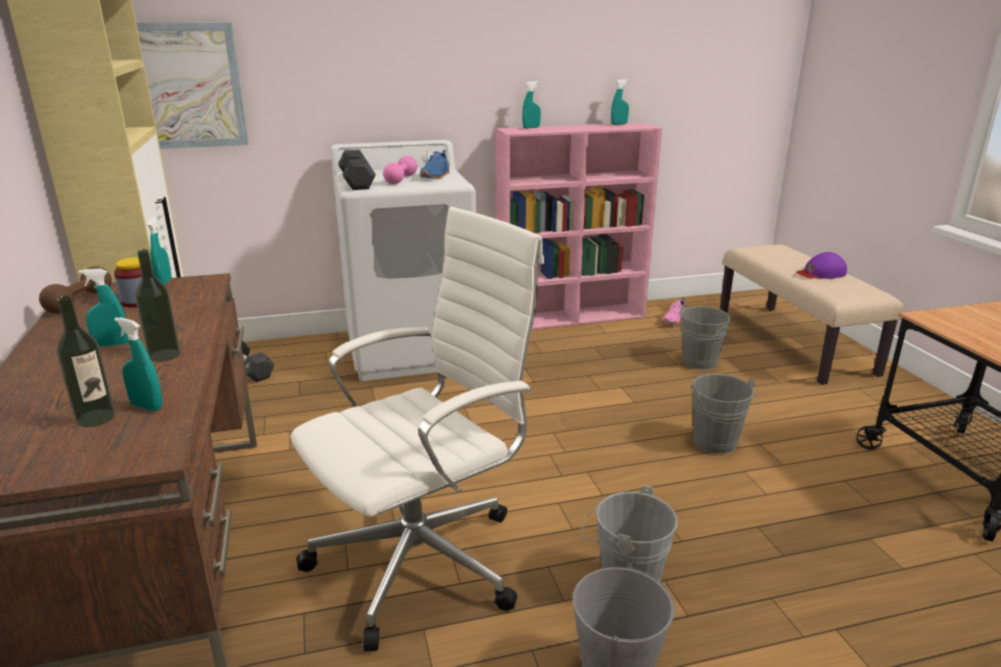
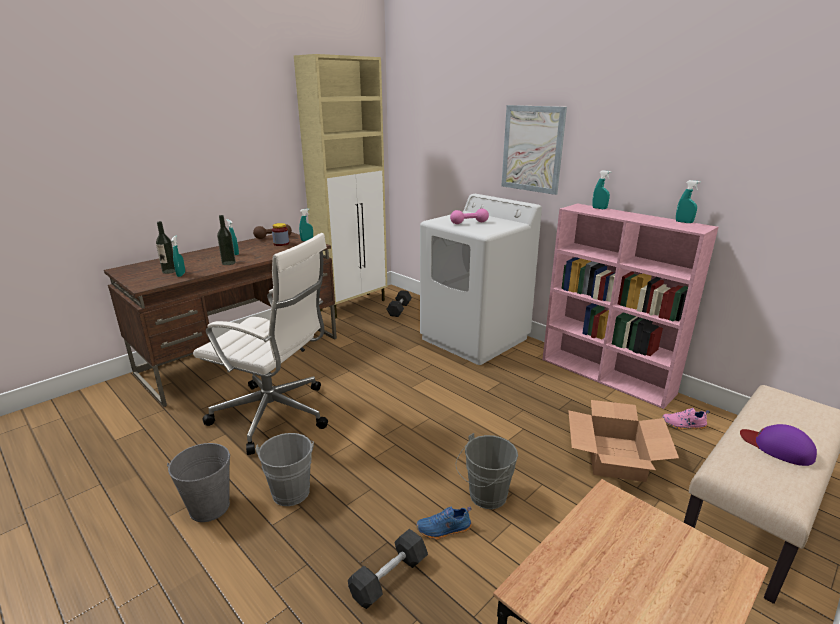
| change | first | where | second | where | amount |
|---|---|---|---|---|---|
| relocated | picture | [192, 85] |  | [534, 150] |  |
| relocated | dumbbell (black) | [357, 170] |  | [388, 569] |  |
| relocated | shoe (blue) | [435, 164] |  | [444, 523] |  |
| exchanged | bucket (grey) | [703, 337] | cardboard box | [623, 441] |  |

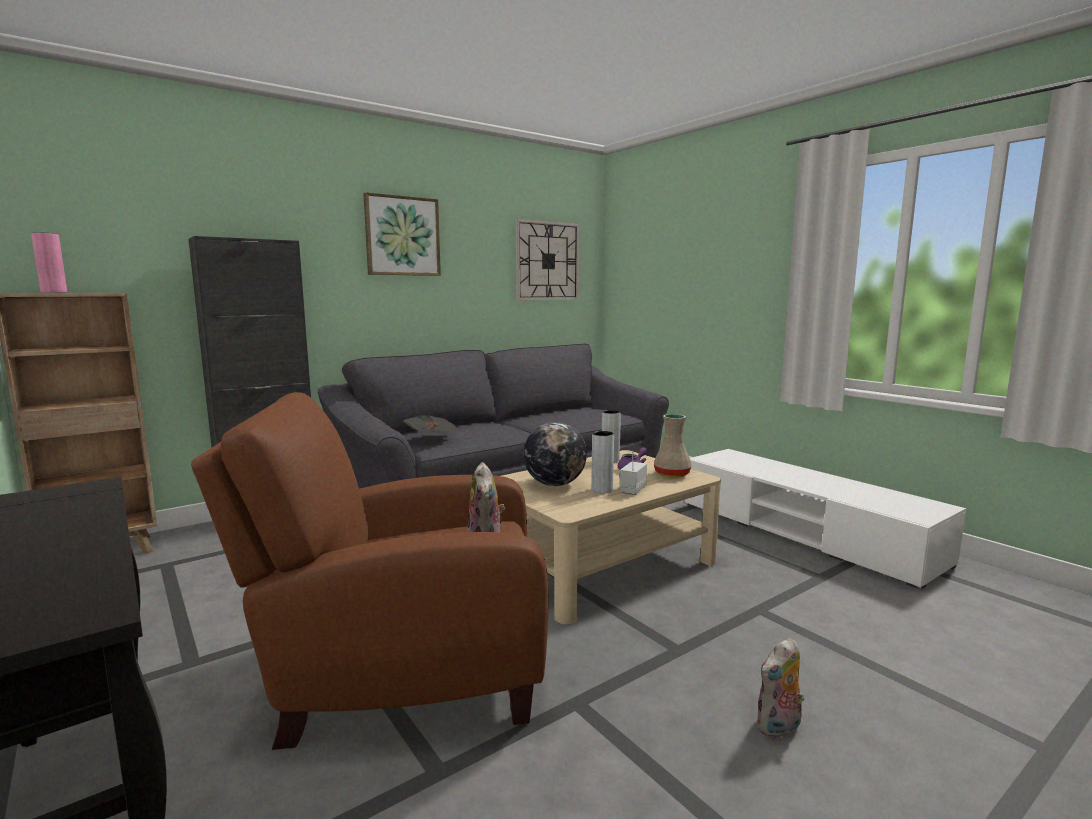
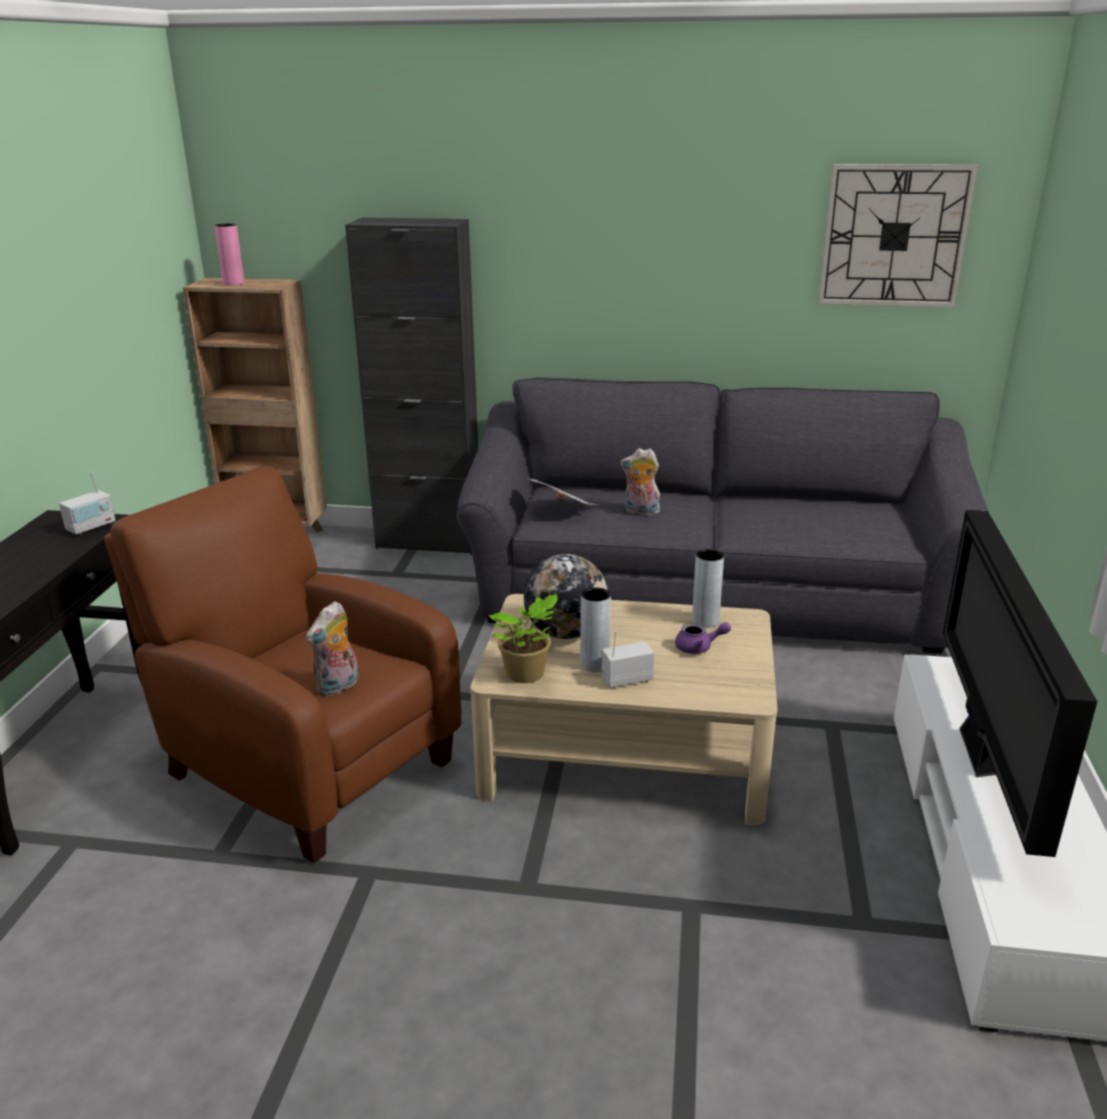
| change | first | where | second | where | amount |
|---|---|---|---|---|---|
| missing | picture | [402, 234] |  |  |  |
| missing | vase (beige) | [672, 446] |  |  |  |
| relocated | plush toy | [780, 688] |  | [640, 482] |  |
| appeared |  |  | radio | [87, 503] |  |
| appeared |  |  | television | [1020, 683] |  |
| appeared |  |  | potted plant | [523, 638] |  |

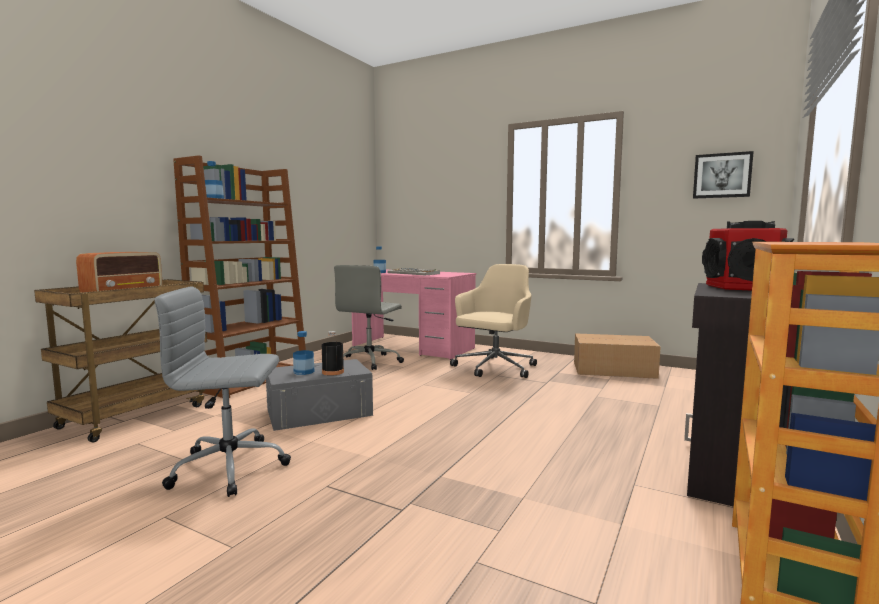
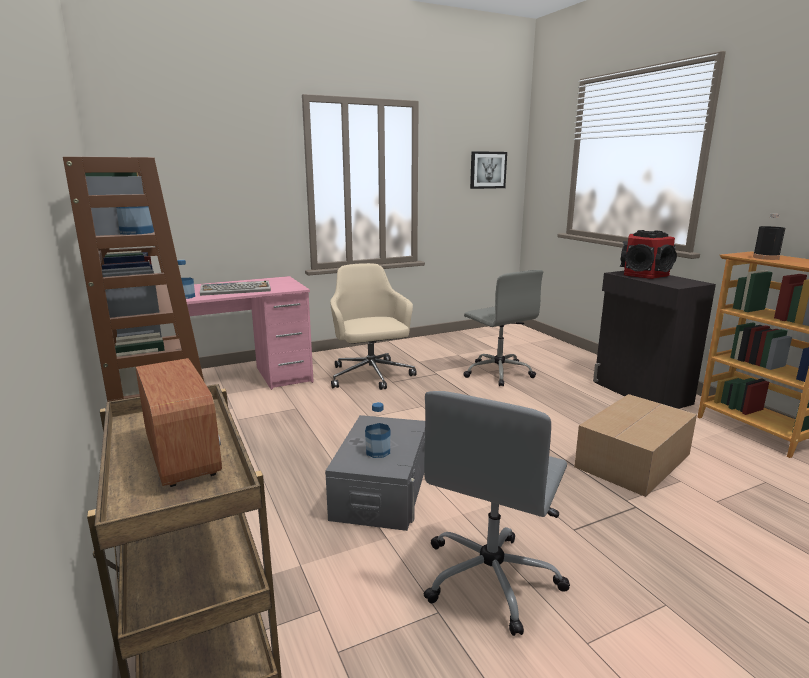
| change | first | where | second | where | amount |
|---|---|---|---|---|---|
| relocated | office chair (grey) | [369, 317] |  | [503, 328] |  |
| relocated | bottle (black) | [333, 353] |  | [769, 237] |  |
| relocated | cardboard box | [617, 356] |  | [635, 445] |  |

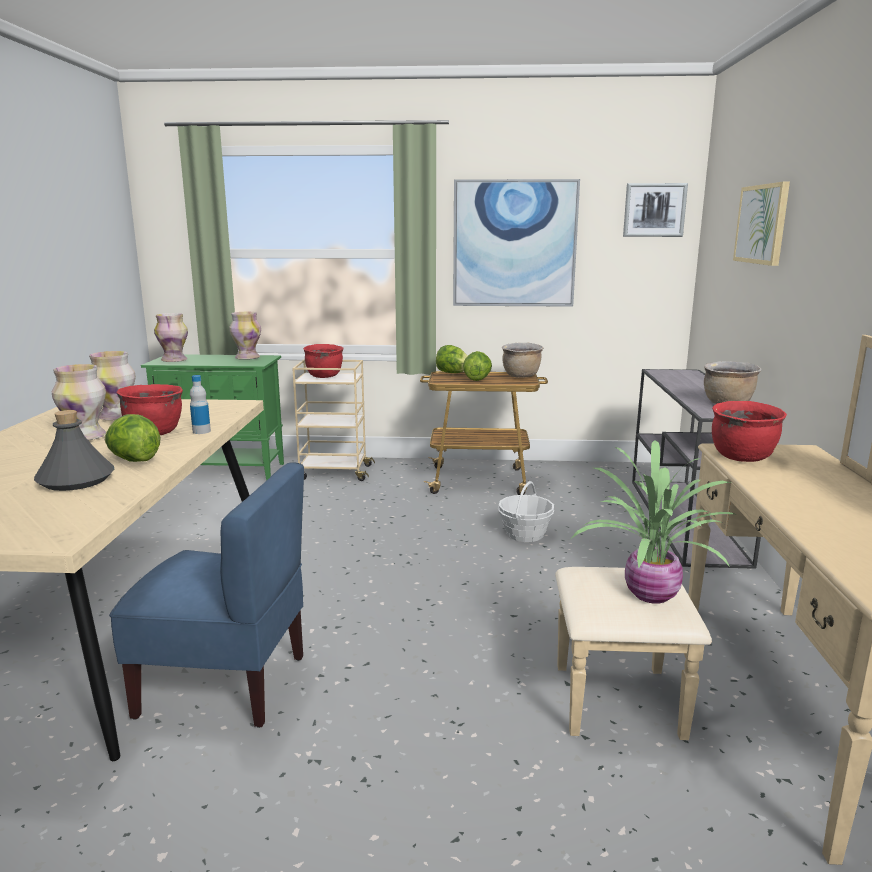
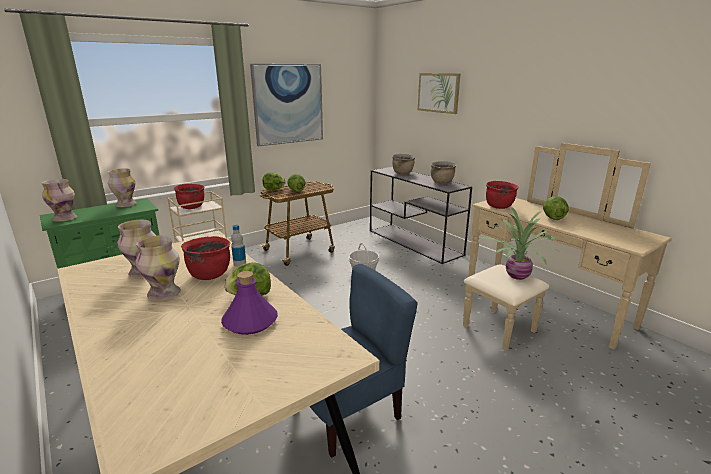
| change | first | where | second | where | amount |
|---|---|---|---|---|---|
| missing | picture | [655, 210] |  |  |  |
| relocated | cooking pot (brown) | [522, 360] |  | [403, 164] |  |
| colour | bottle (grey) | [74, 450] | bottle (purple) | [249, 303] |  |
| appeared |  |  | lettuce | [556, 208] |  |

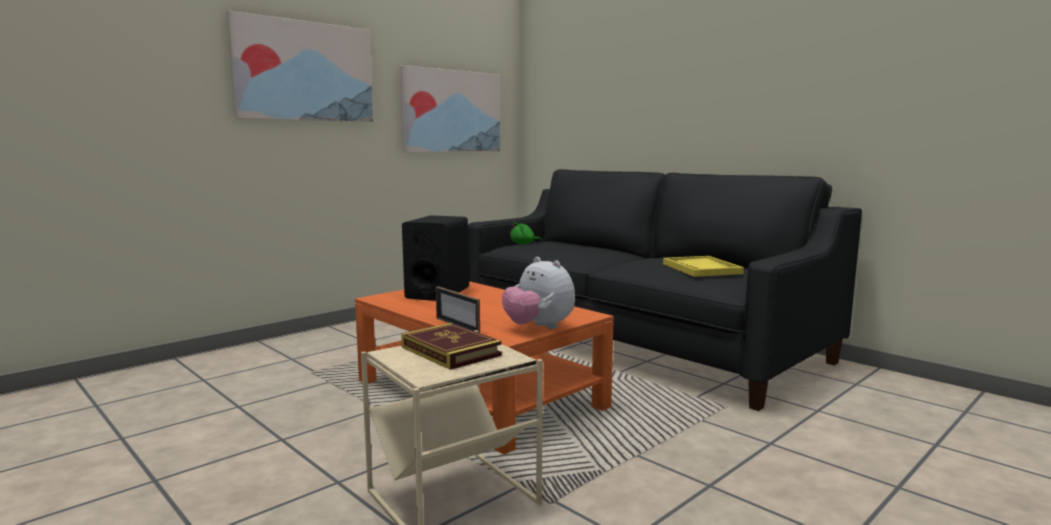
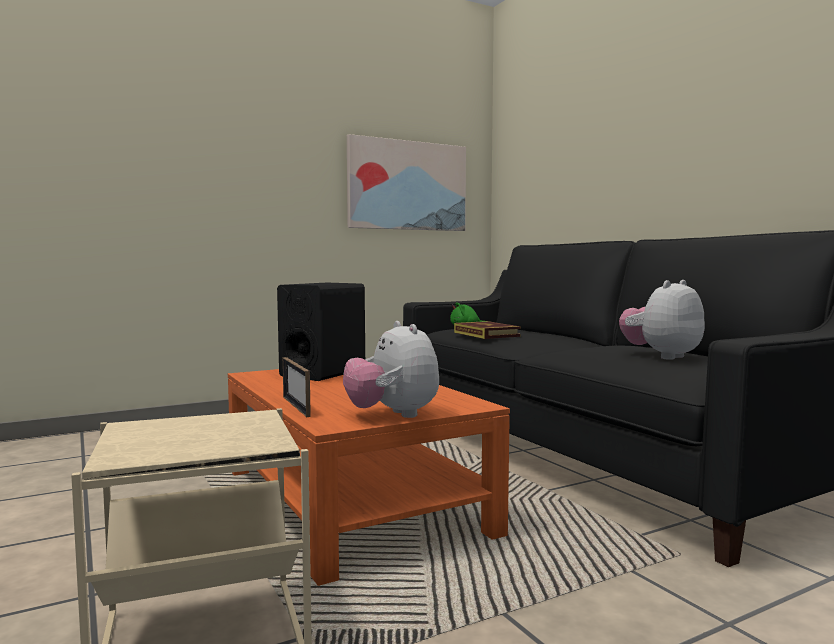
| change | first | where | second | where | amount |
|---|---|---|---|---|---|
| missing | picture | [299, 66] |  |  |  |
| exchanged | tray (yellow) | [703, 266] | plush toy | [662, 320] |  |
| relocated | book | [451, 346] |  | [487, 330] |  |

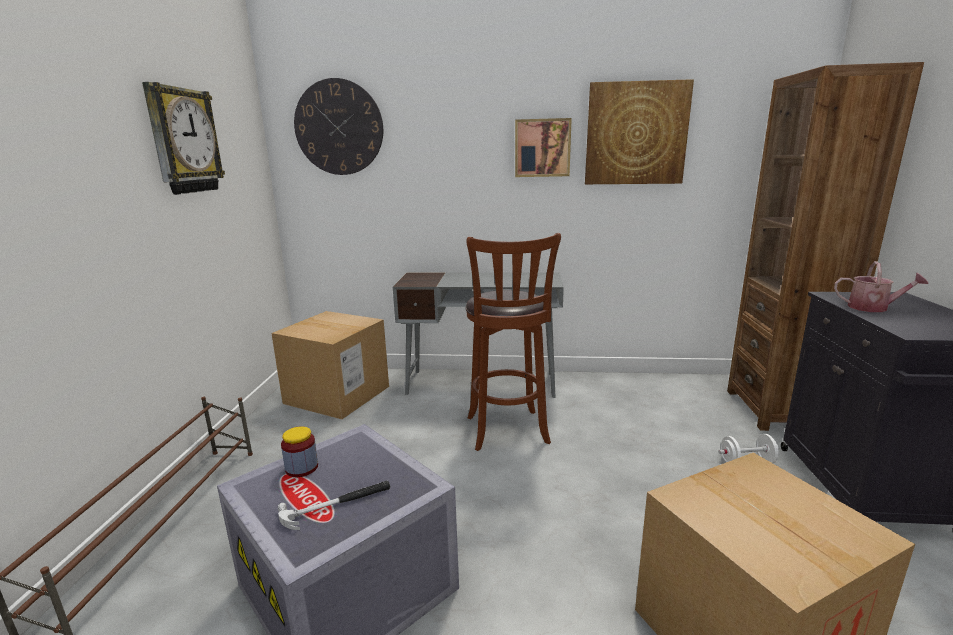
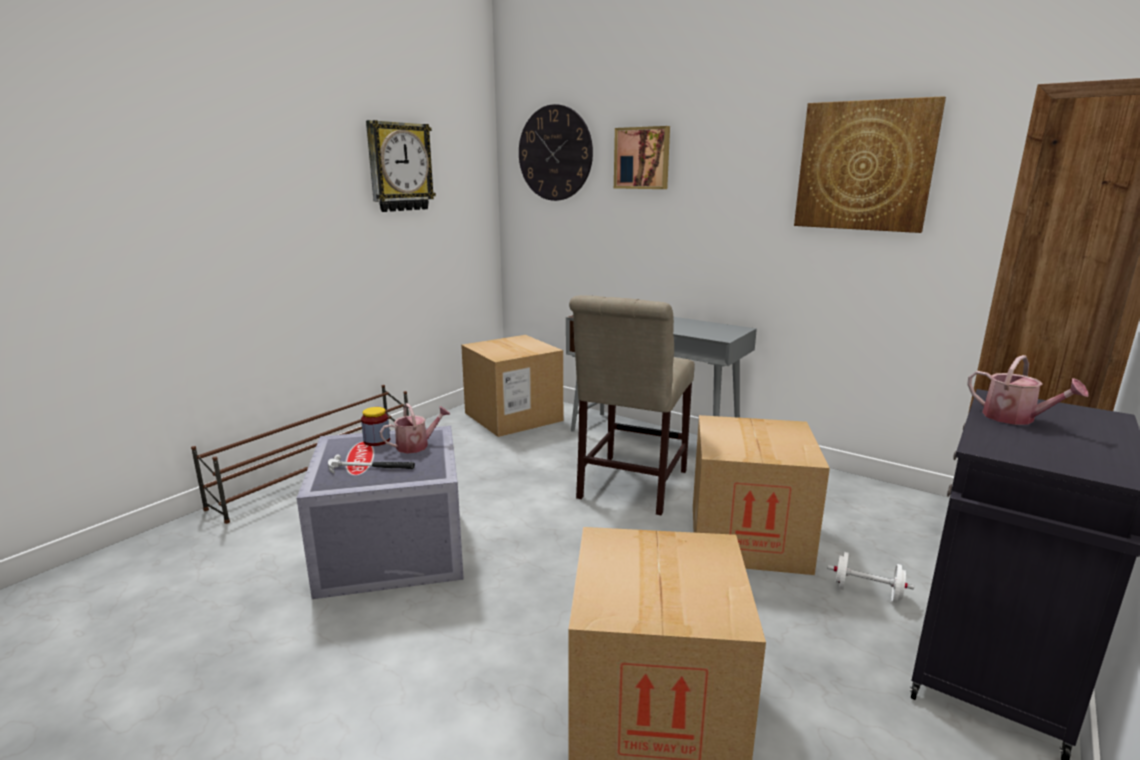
| change | first | where | second | where | amount |
|---|---|---|---|---|---|
| relocated | picture | [543, 147] |  | [642, 157] |  |
| exchanged | stool (brown) | [513, 342] | chair (beige) | [632, 405] |  |
| appeared |  |  | watering can | [415, 428] |  |
| appeared |  |  | cardboard box | [761, 495] |  |

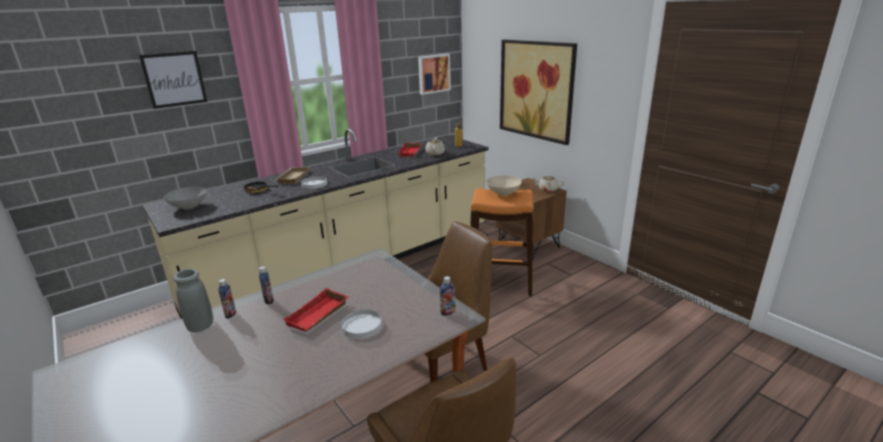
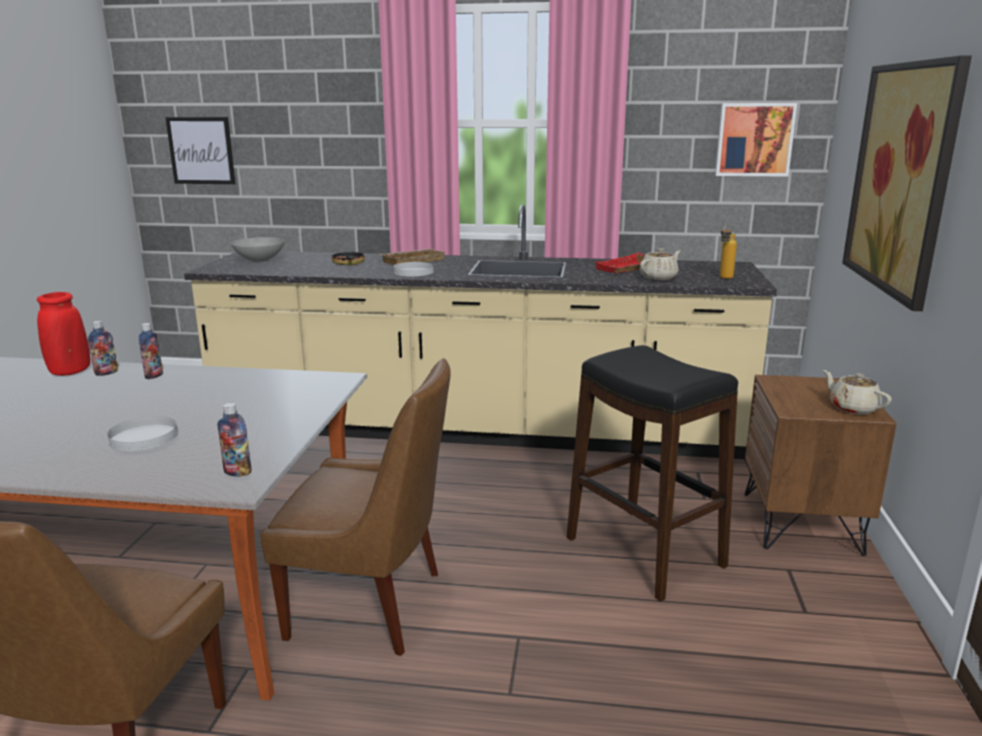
| change | first | where | second | where | amount |
|---|---|---|---|---|---|
| relocated | picture | [173, 80] |  | [200, 150] |  |
| missing | bowl (beige) | [504, 186] |  |  |  |
| colour | stool (orange) | [501, 242] | stool (black) | [652, 473] |  |
| colour | vase (grey) | [193, 300] | vase (red) | [63, 334] |  |
| missing | tray (red) | [315, 310] |  |  |  |

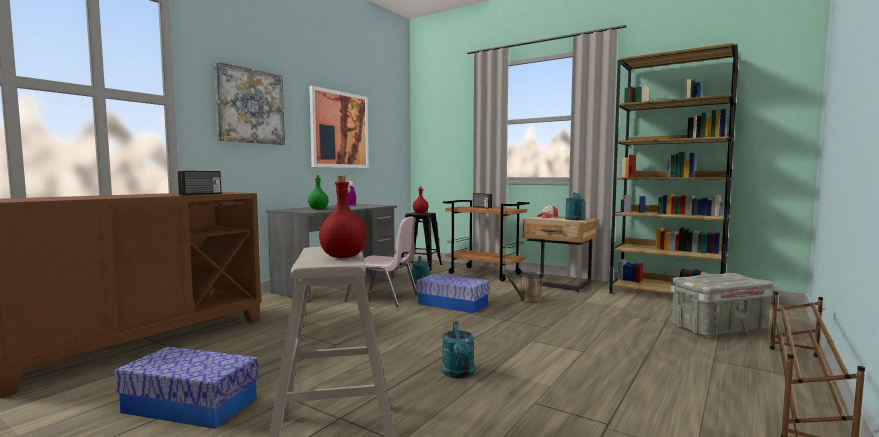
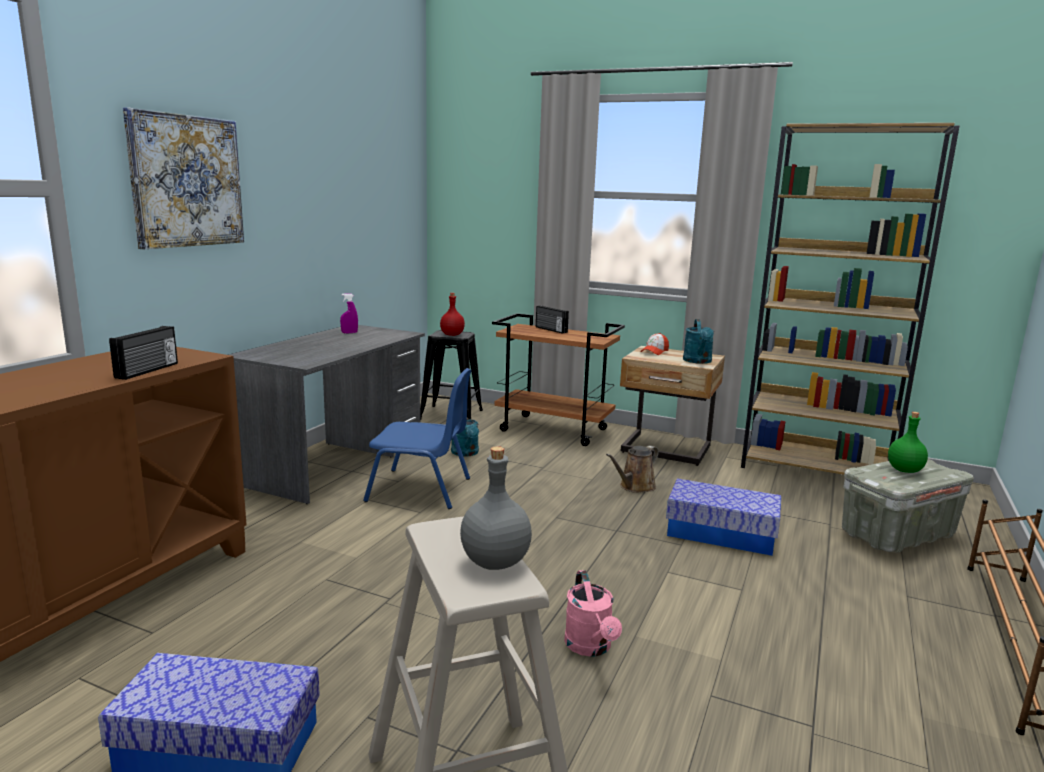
| change | first | where | second | where | amount |
|---|---|---|---|---|---|
| missing | picture | [339, 127] |  |  |  |
| relocated | bottle (green) | [318, 192] |  | [908, 442] |  |
| colour | bottle (red) | [343, 217] | bottle (grey) | [496, 508] |  |
| colour | chair (pink) | [381, 261] | chair (blue) | [417, 438] |  |
| relocated | storage box | [453, 293] |  | [723, 517] |  |
| colour | watering can (turquoise) | [458, 350] | watering can (pink) | [593, 613] |  |

